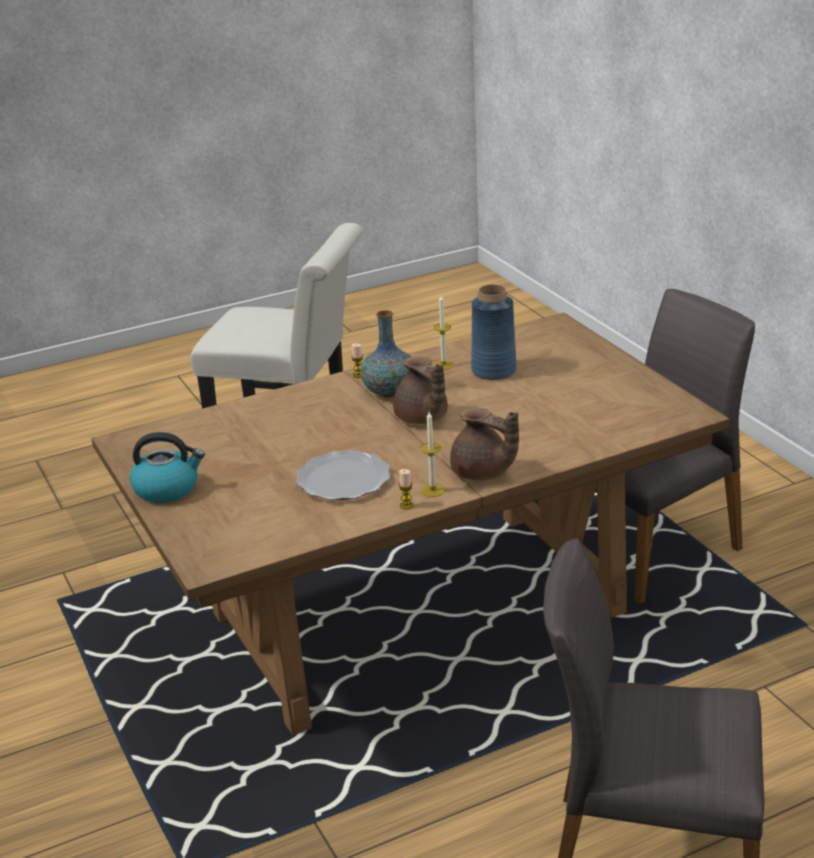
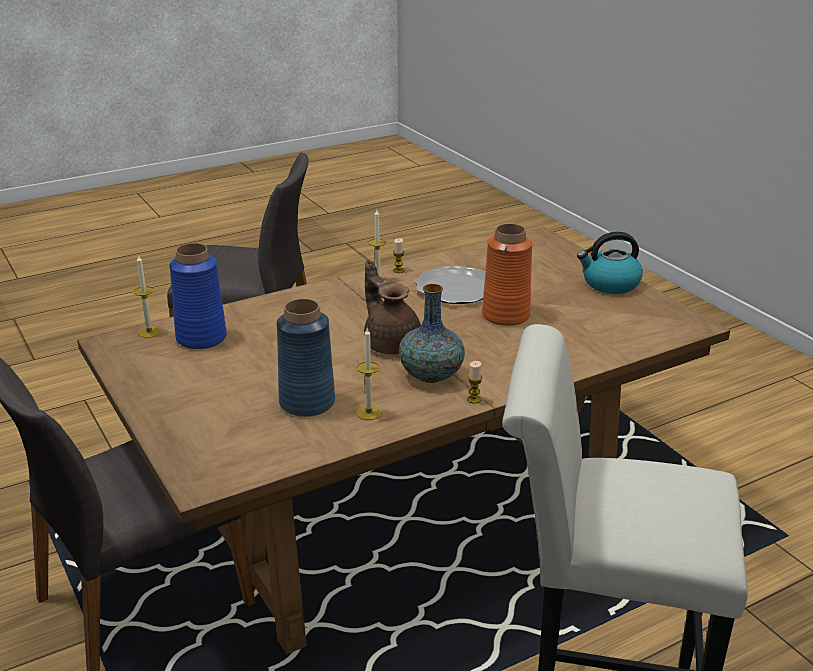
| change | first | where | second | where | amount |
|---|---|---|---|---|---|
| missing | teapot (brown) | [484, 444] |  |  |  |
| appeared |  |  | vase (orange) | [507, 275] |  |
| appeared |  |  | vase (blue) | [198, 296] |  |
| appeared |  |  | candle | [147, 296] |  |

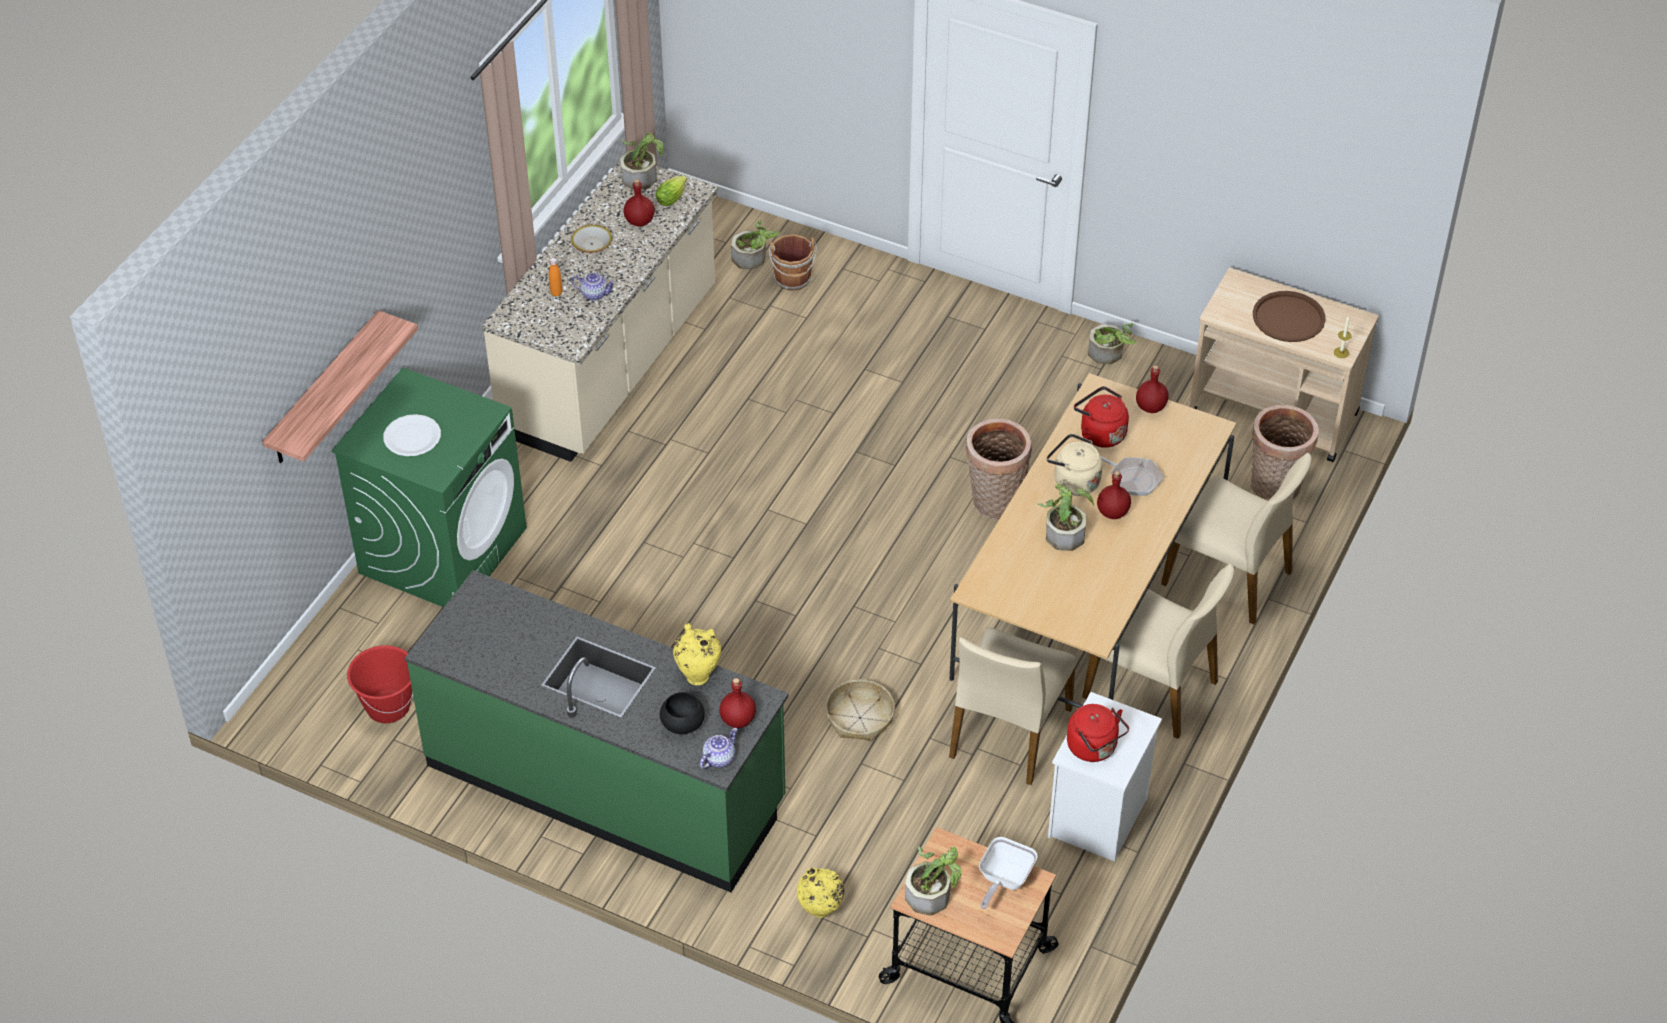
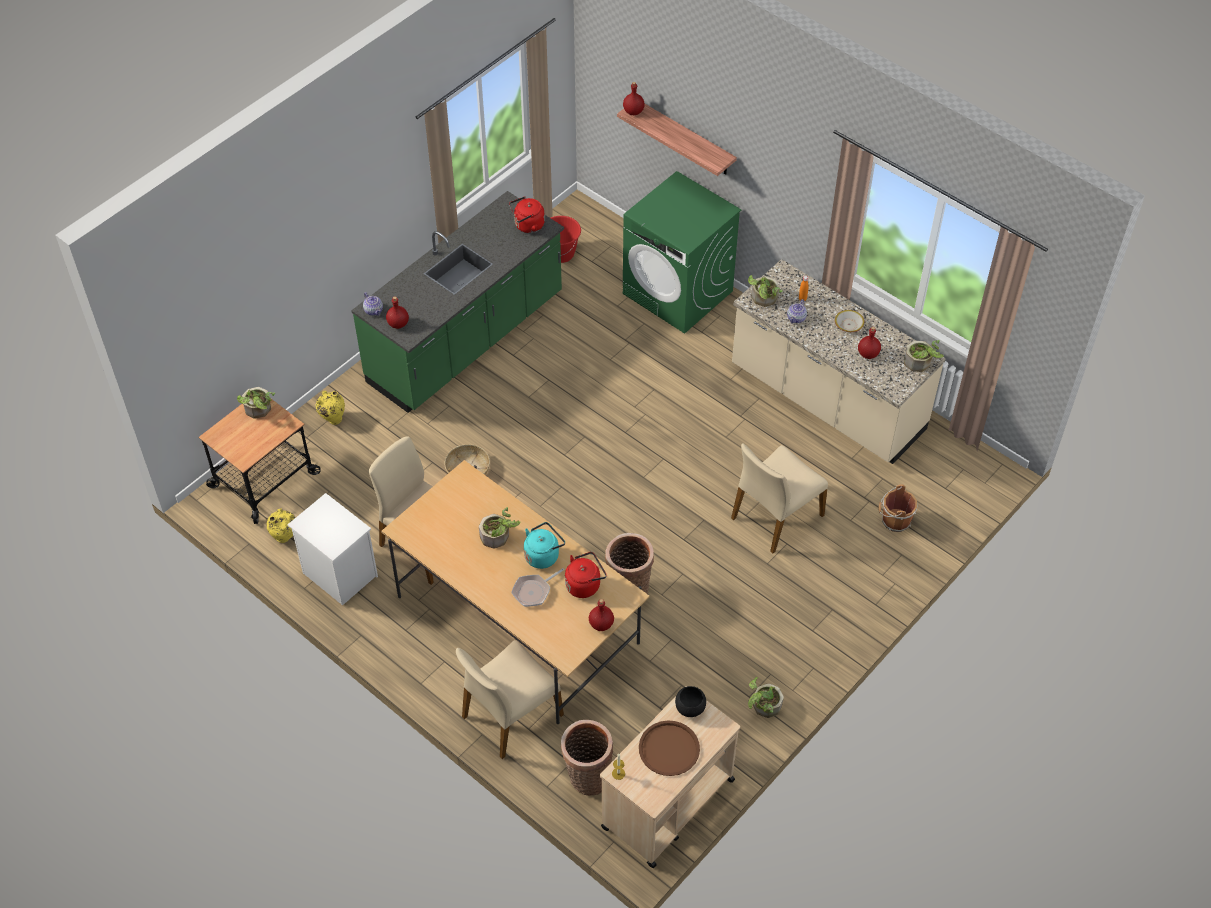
| change | first | where | second | where | amount |
|---|---|---|---|---|---|
| missing | lettuce | [671, 190] |  |  |  |
| relocated | potted plant | [755, 245] |  | [765, 291] |  |
| missing | plate (white) | [412, 435] |  |  |  |
| colour | kettle (beige) | [1075, 465] | kettle (turquoise) | [544, 545] |  |
| relocated | bottle (red) | [1114, 495] |  | [634, 98] |  |
| relocated | chair (beige) | [1158, 651] |  | [779, 498] |  |
| relocated | vase (yellow) | [697, 654] |  | [281, 525] |  |
| relocated | bowl (black) | [682, 713] |  | [690, 701] |  |
| relocated | kettle (red) | [1098, 733] |  | [527, 214] |  |
| missing | frying pan | [1008, 873] |  |  |  |

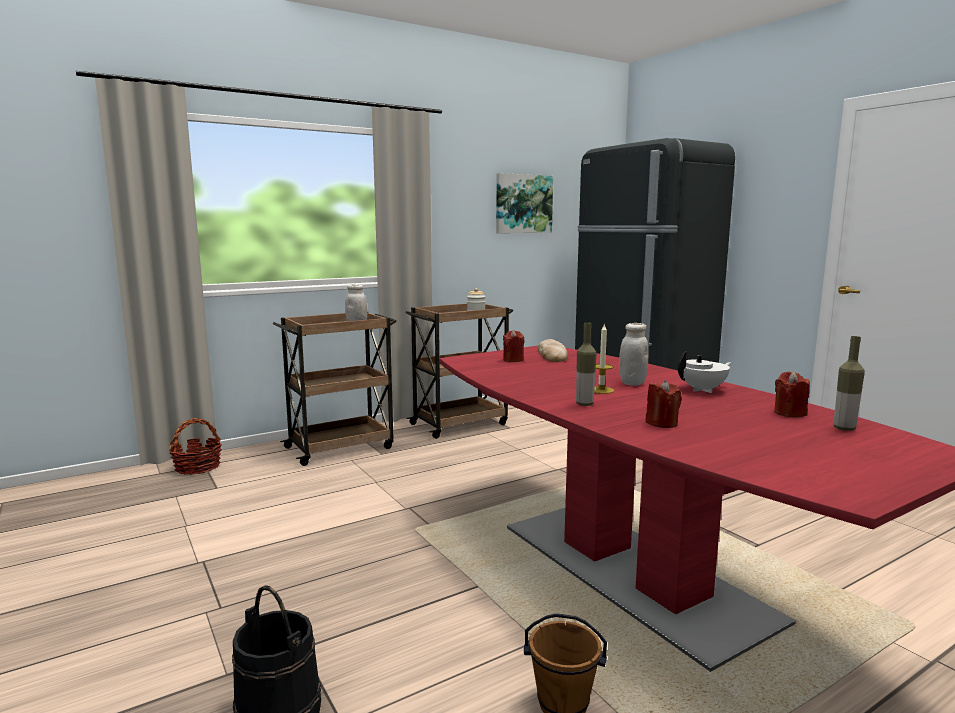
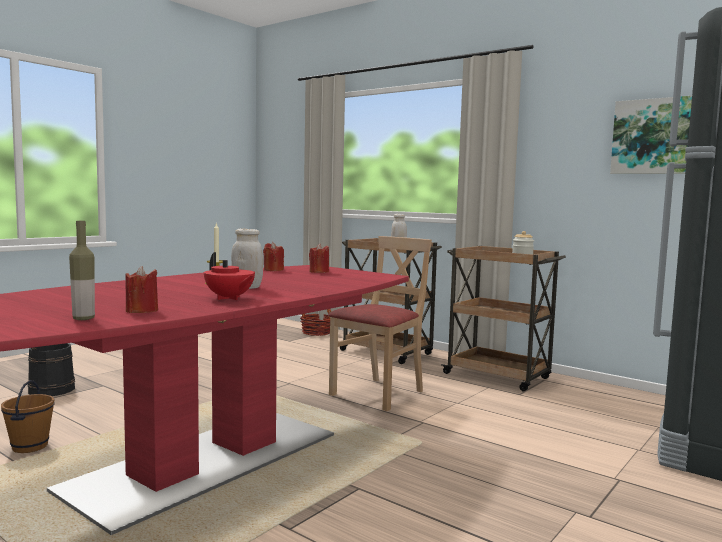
| change | first | where | second | where | amount |
|---|---|---|---|---|---|
| missing | bottle | [586, 364] |  |  |  |
| missing | bread | [553, 350] |  |  |  |
| colour | teapot (white) | [705, 372] | teapot (red) | [229, 276] |  |
| relocated | candle (red) | [663, 404] |  | [273, 256] |  |
| appeared |  |  | chair (beige) | [380, 323] |  |

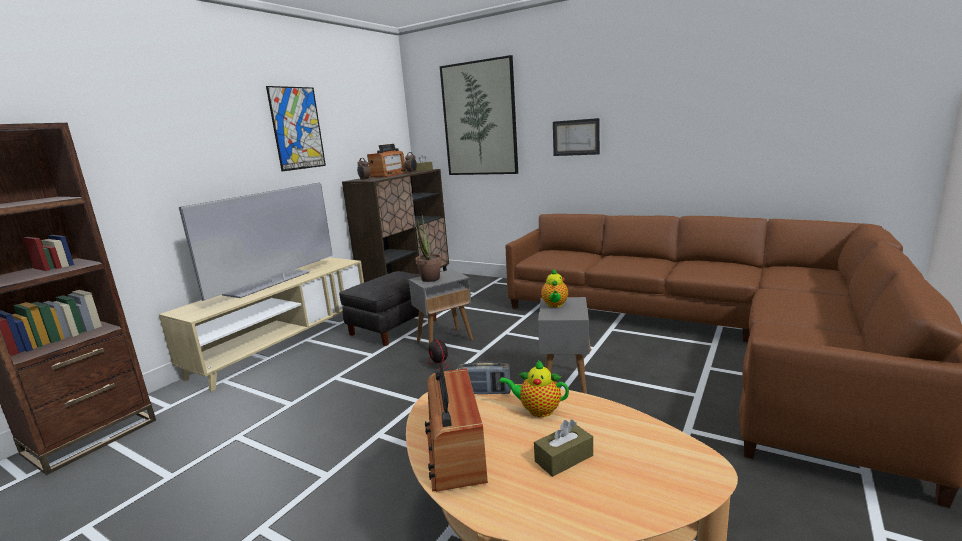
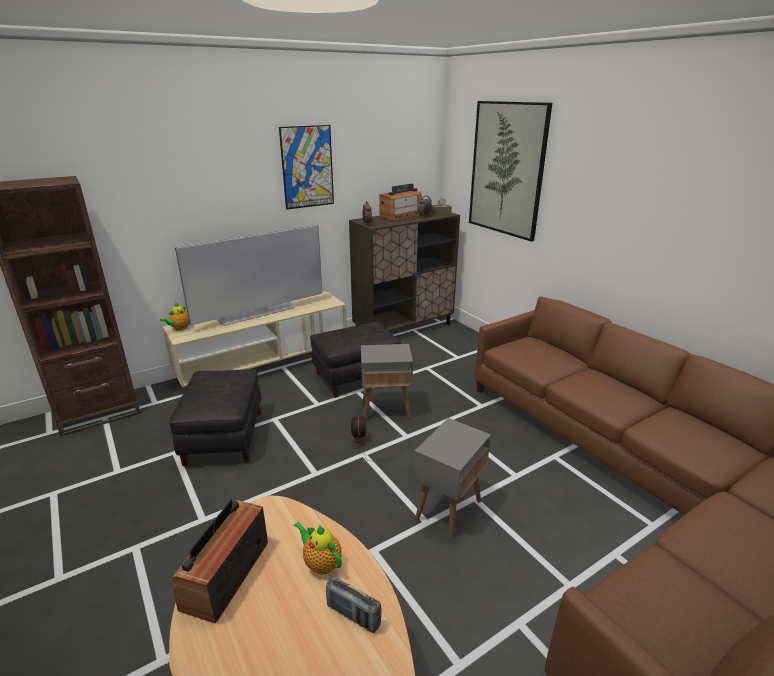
| change | first | where | second | where | amount |
|---|---|---|---|---|---|
| missing | picture | [576, 137] |  |  |  |
| missing | potted plant | [428, 248] |  |  |  |
| relocated | teapot | [554, 288] |  | [174, 317] |  |
| relocated | radio | [484, 377] |  | [354, 604] |  |
| missing | tissue box (brown) | [563, 448] |  |  |  |
| appeared |  |  | ottoman (black) | [215, 417] |  |

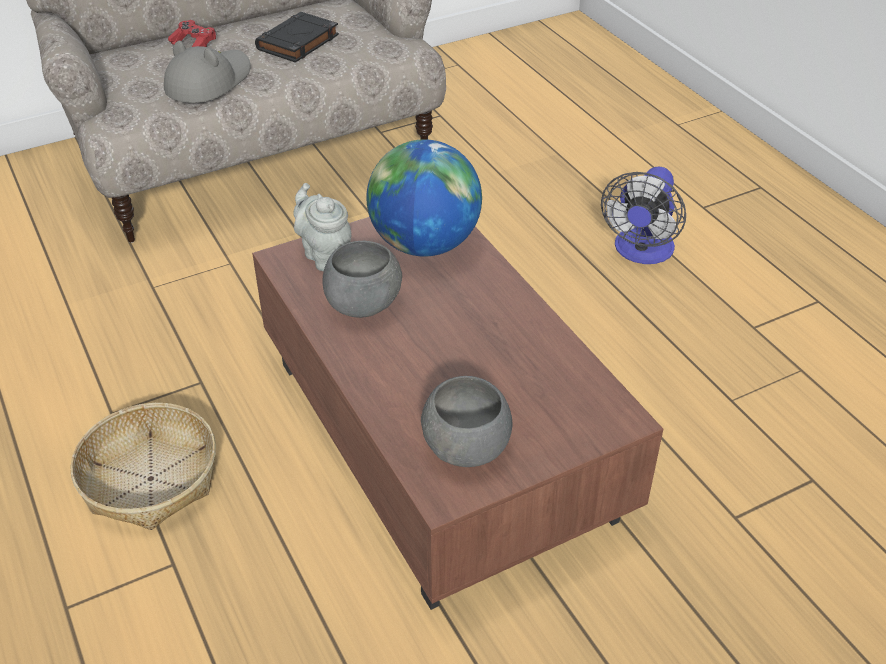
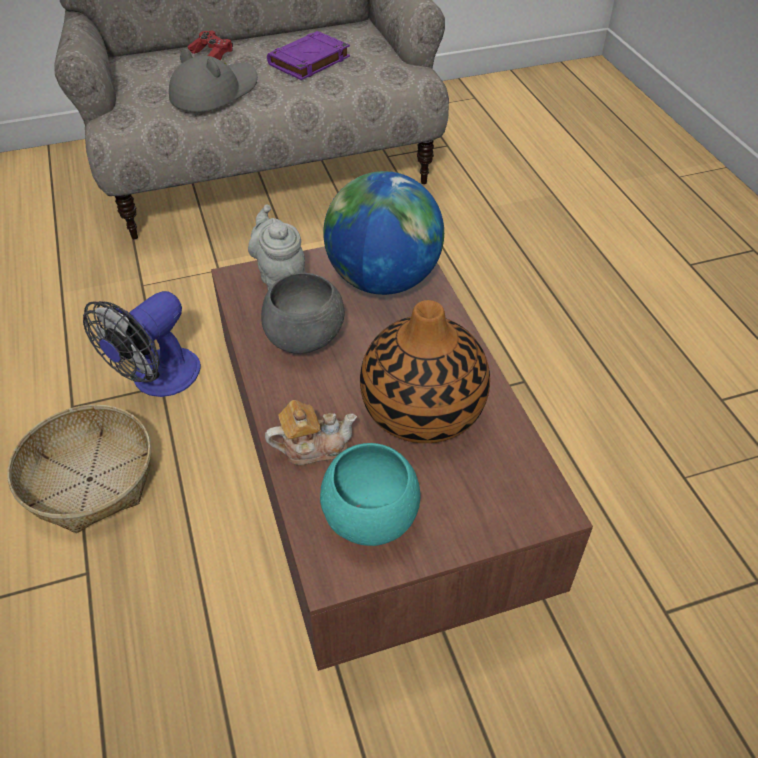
| change | first | where | second | where | amount |
|---|---|---|---|---|---|
| colour | book (black) | [297, 37] | book (purple) | [308, 55] |  |
| relocated | fan | [643, 215] |  | [142, 344] |  |
| colour | bowl (grey) | [466, 421] | bowl (turquoise) | [370, 494] |  |
| appeared |  |  | vase | [425, 371] |  |
| appeared |  |  | teapot | [311, 432] |  |

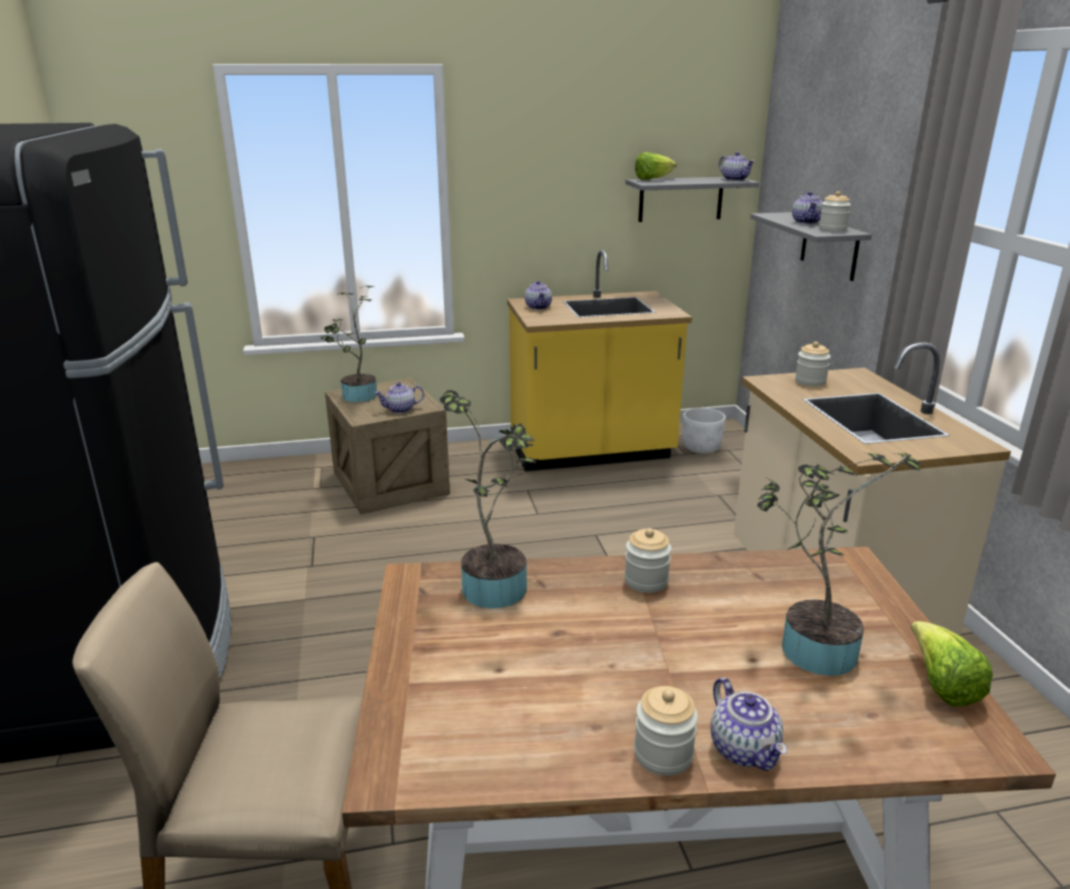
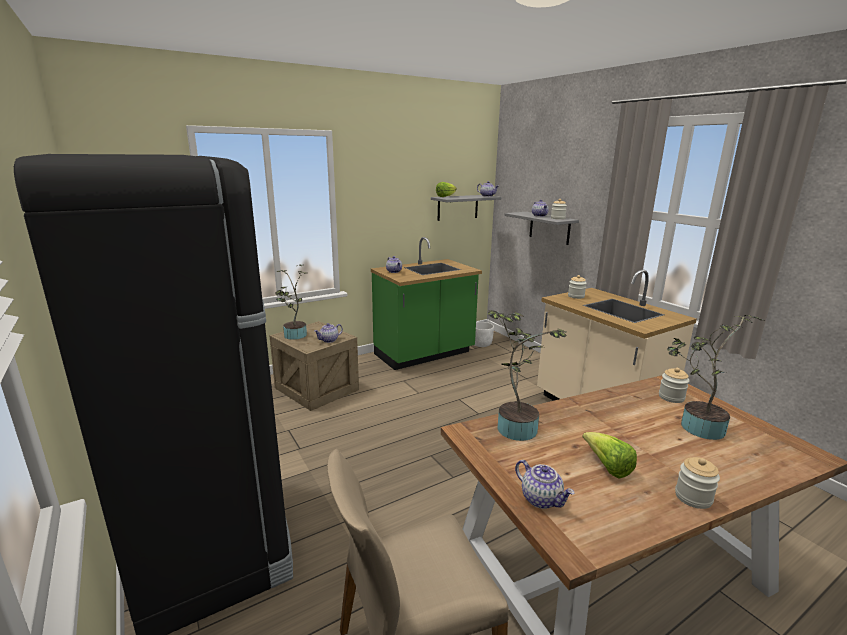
| change | first | where | second | where | amount |
|---|---|---|---|---|---|
| colour | counter (yellow) | [599, 361] | counter (green) | [426, 303] |  |
| relocated | jar | [647, 560] |  | [674, 385] |  |
| relocated | lettuce | [952, 664] |  | [610, 455] |  |
| relocated | teapot | [749, 724] |  | [545, 484] |  |

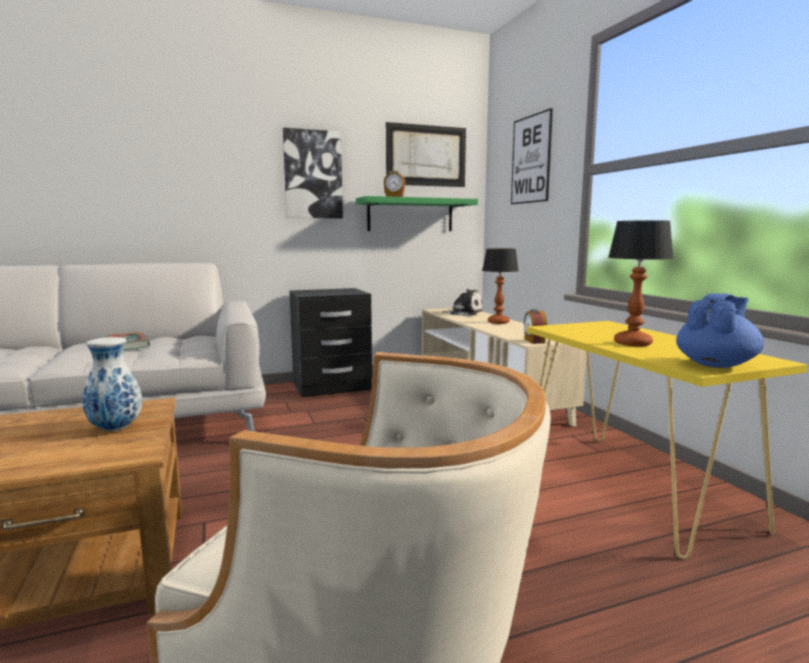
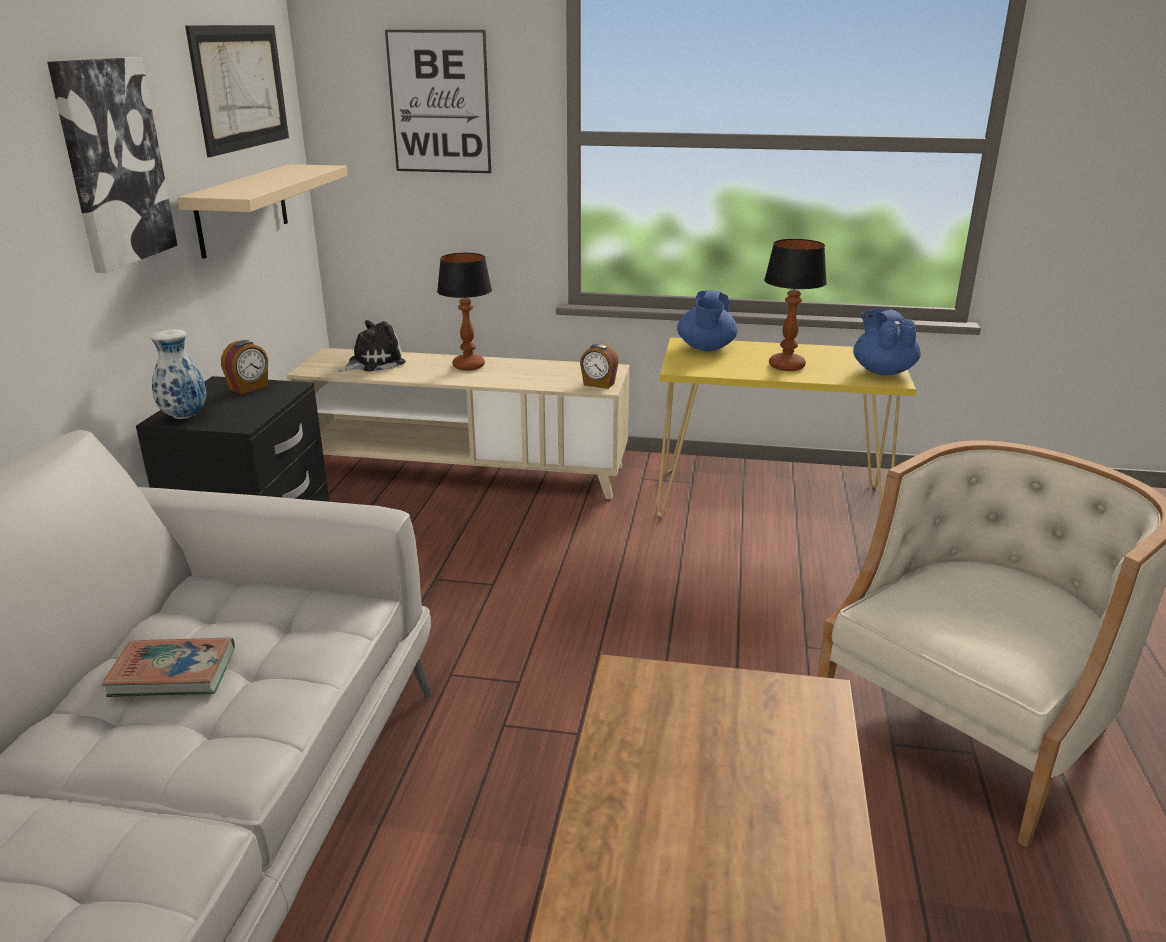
| change | first | where | second | where | amount |
|---|---|---|---|---|---|
| relocated | alarm clock | [394, 184] |  | [244, 367] |  |
| colour | shelf (green) | [417, 213] | shelf (beige) | [262, 211] |  |
| relocated | vase | [112, 384] |  | [178, 374] |  |
| appeared |  |  | teapot (blue) | [707, 320] |  |

